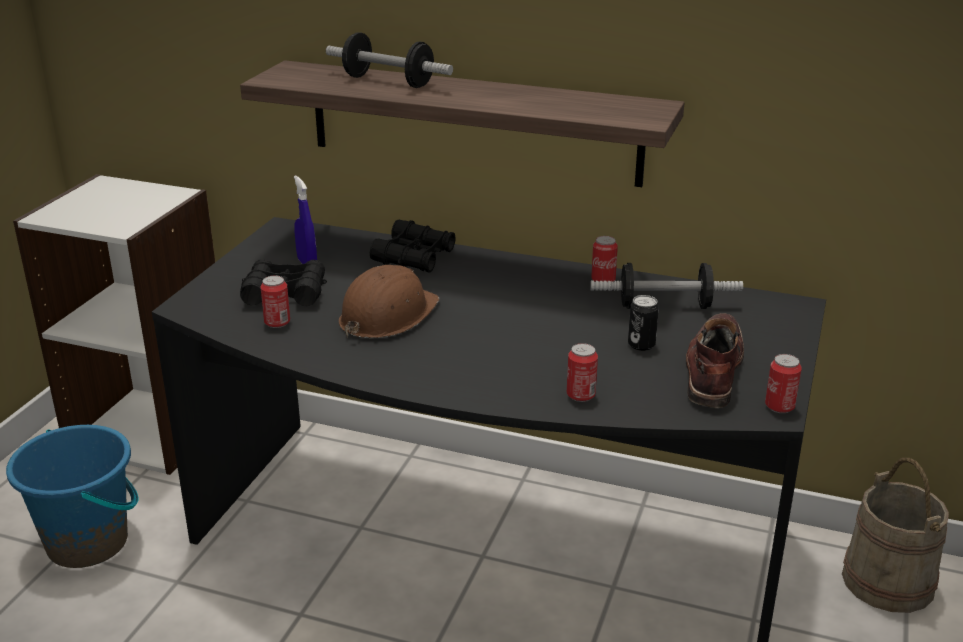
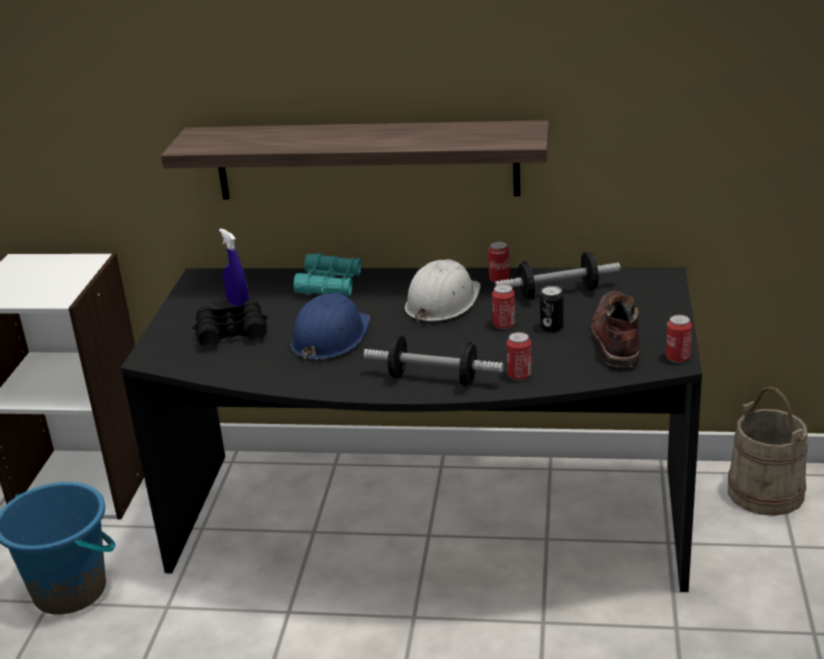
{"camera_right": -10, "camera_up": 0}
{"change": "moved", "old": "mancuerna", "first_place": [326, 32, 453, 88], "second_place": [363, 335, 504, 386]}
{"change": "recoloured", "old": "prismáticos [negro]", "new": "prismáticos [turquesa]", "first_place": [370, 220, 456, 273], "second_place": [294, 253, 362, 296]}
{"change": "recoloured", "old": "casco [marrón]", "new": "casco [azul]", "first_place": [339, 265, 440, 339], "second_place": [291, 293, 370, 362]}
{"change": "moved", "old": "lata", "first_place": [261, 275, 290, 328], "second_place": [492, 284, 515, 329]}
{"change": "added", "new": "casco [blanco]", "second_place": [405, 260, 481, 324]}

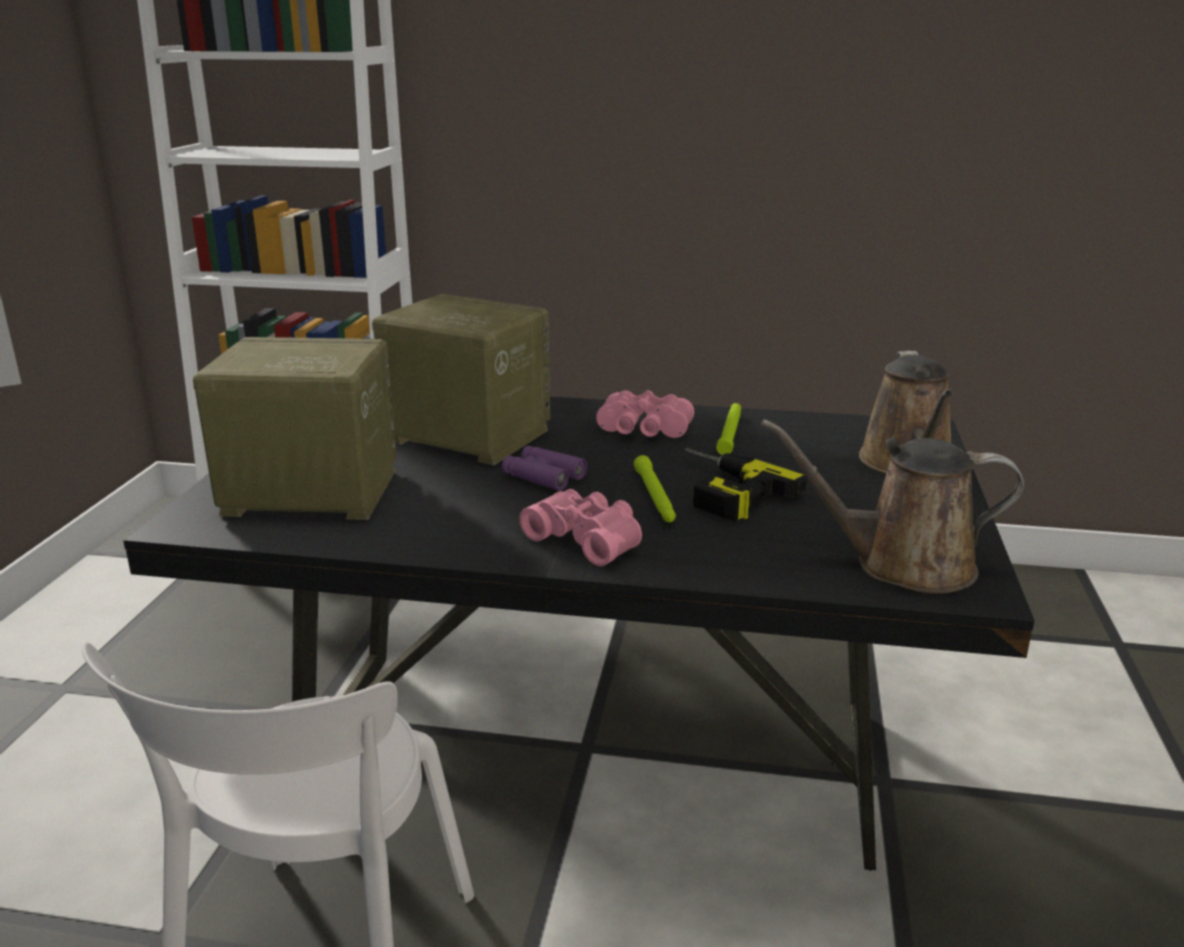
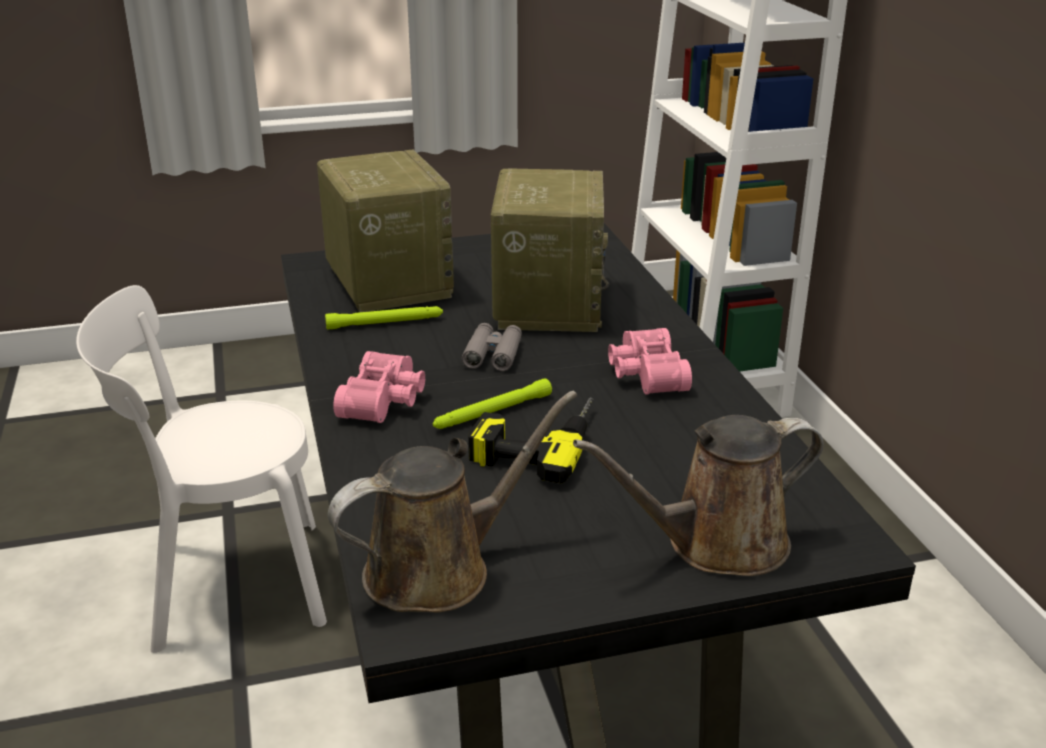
{"camera_right": 65, "camera_up": 5}
{"change": "moved", "old": "linterna [verde]", "first_place": [716, 403, 741, 455], "second_place": [325, 306, 443, 329]}
{"change": "turned", "old": "regadera [marrón]", "first_place": [761, 419, 1024, 593], "second_place": [328, 391, 577, 612], "degrees": 75}
{"change": "recoloured", "old": "prismáticos [morado]", "new": "prismáticos [gris]", "first_place": [502, 446, 587, 491], "second_place": [462, 323, 522, 371]}

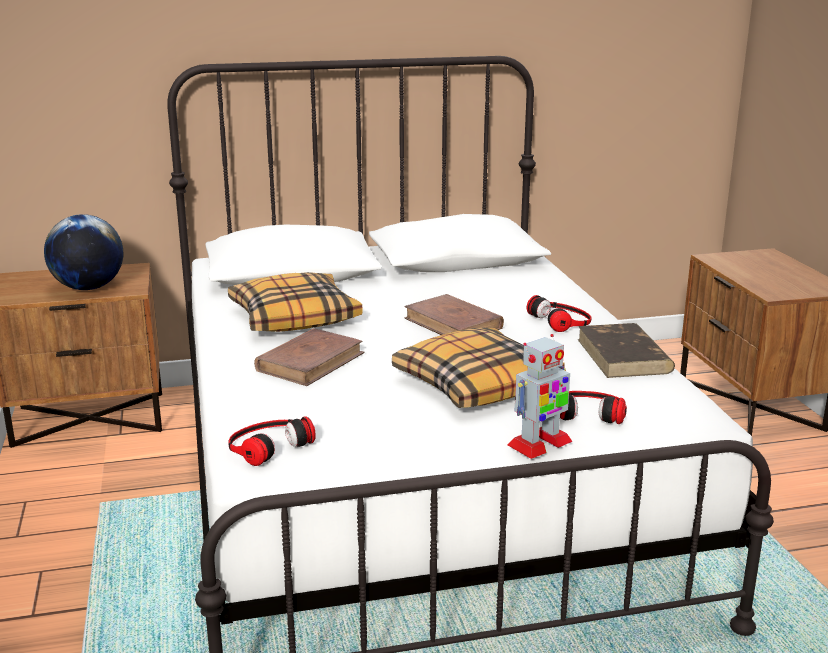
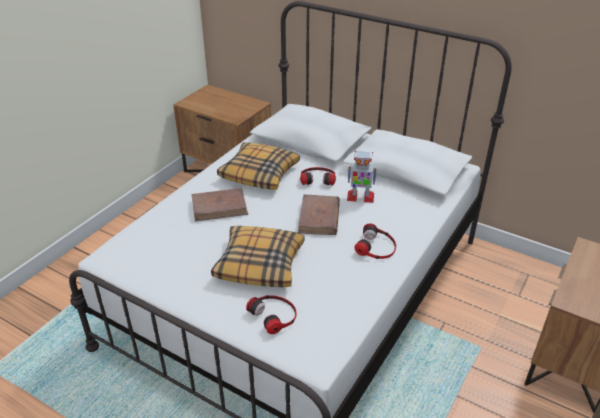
{"camera_right": 45, "camera_up": 15}
{"change": "removed", "old": "globo terráqueo", "first_place": [44, 214, 123, 290]}
{"change": "removed", "old": "libro [marrón]", "first_place": [577, 323, 675, 378]}
{"change": "moved", "old": "robot de juguete", "first_place": [507, 334, 572, 459], "second_place": [347, 151, 377, 203]}
{"change": "moved", "old": "auriculares", "first_place": [228, 416, 316, 466], "second_place": [300, 167, 336, 186]}

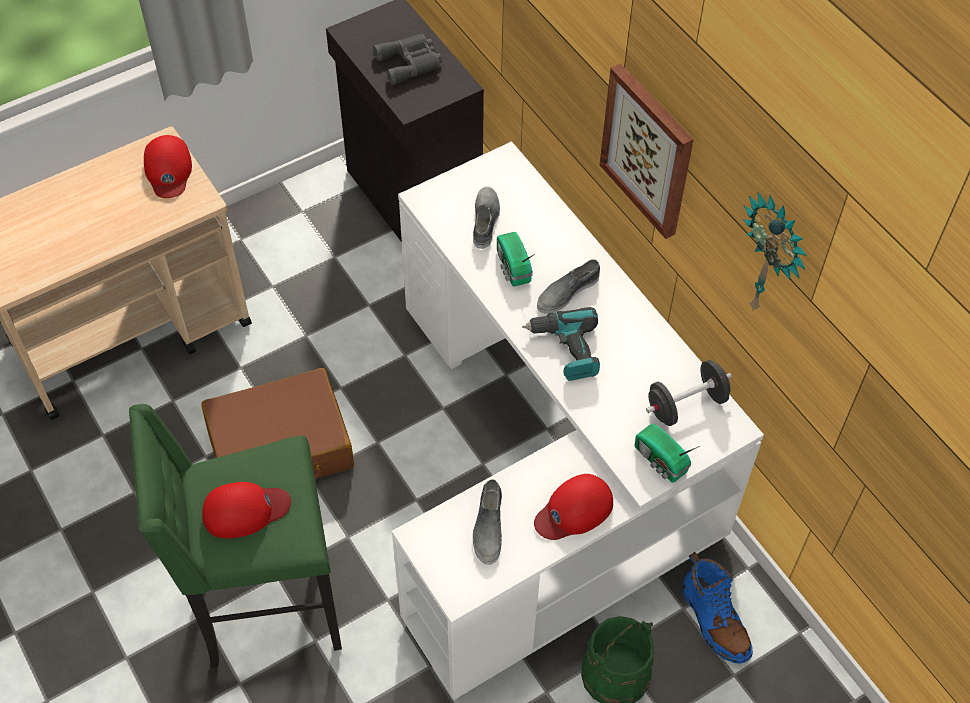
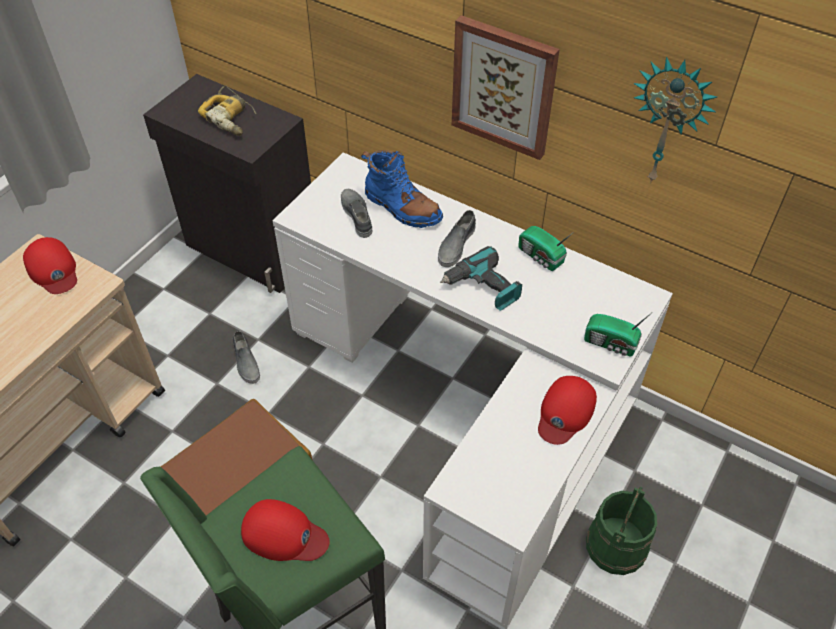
{"camera_right": -25, "camera_up": -5}
{"change": "replaced", "old": "prismáticos [gris]", "new": "taladro", "first_place": [373, 33, 442, 85], "second_place": [198, 85, 256, 136]}
{"change": "moved", "old": "radio", "first_place": [497, 232, 535, 287], "second_place": [518, 226, 574, 271]}
{"change": "removed", "old": "mancuerna [negro]", "first_place": [646, 360, 732, 426]}
{"change": "moved", "old": "zapato [gris]", "first_place": [473, 479, 502, 565], "second_place": [233, 331, 260, 384]}
{"change": "turned", "old": "gorra [rojo]", "first_place": [202, 482, 291, 538], "second_place": [241, 499, 329, 561], "degrees": 60}
{"change": "moved", "old": "bota [azul]", "first_place": [682, 552, 753, 664], "second_place": [361, 150, 443, 228]}

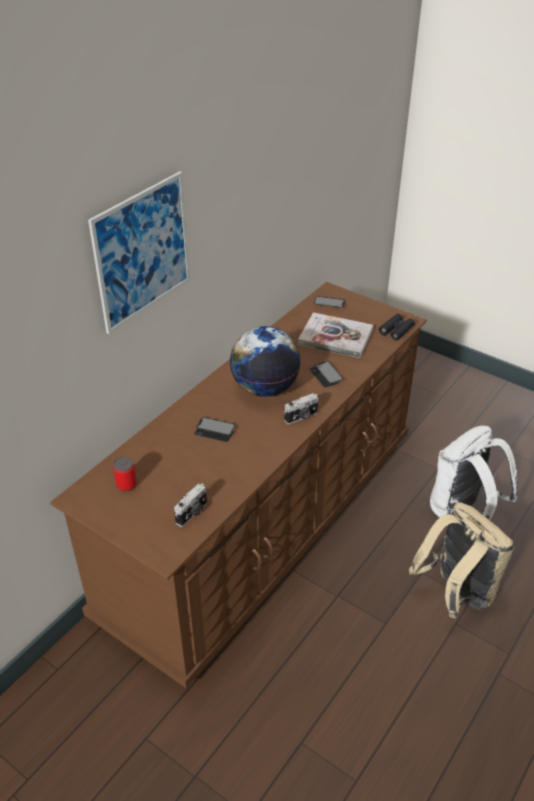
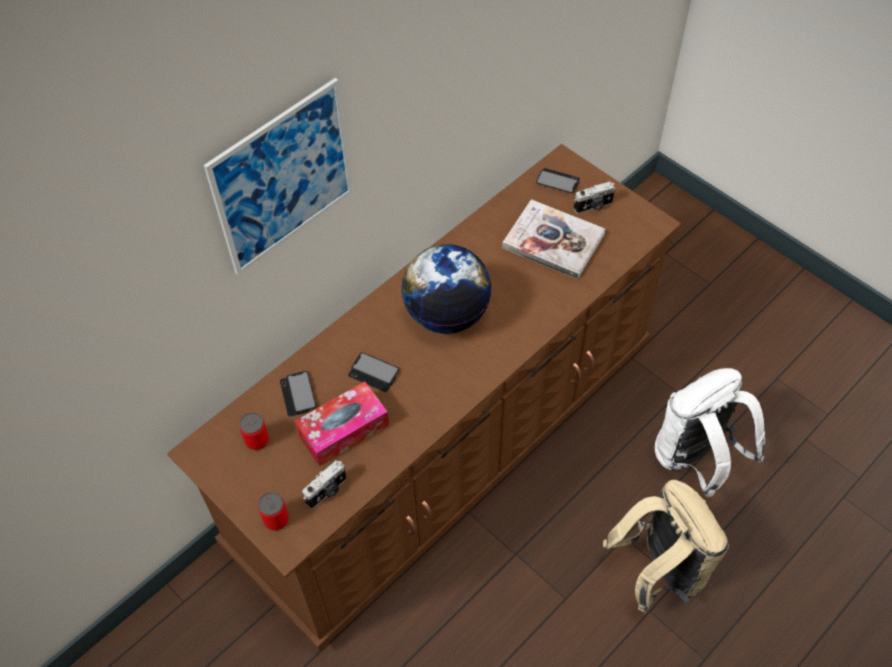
{"camera_right": 10, "camera_up": 15}
{"change": "removed", "old": "prismáticos [negro]", "first_place": [379, 314, 415, 341]}
{"change": "moved", "old": "móvil", "first_place": [310, 361, 343, 387], "second_place": [280, 371, 317, 416]}
{"change": "moved", "old": "cámara", "first_place": [284, 393, 319, 424], "second_place": [574, 181, 615, 214]}
{"change": "added", "new": "caja de pañuelos", "second_place": [295, 381, 389, 466]}
{"change": "added", "new": "lata", "second_place": [258, 492, 289, 530]}

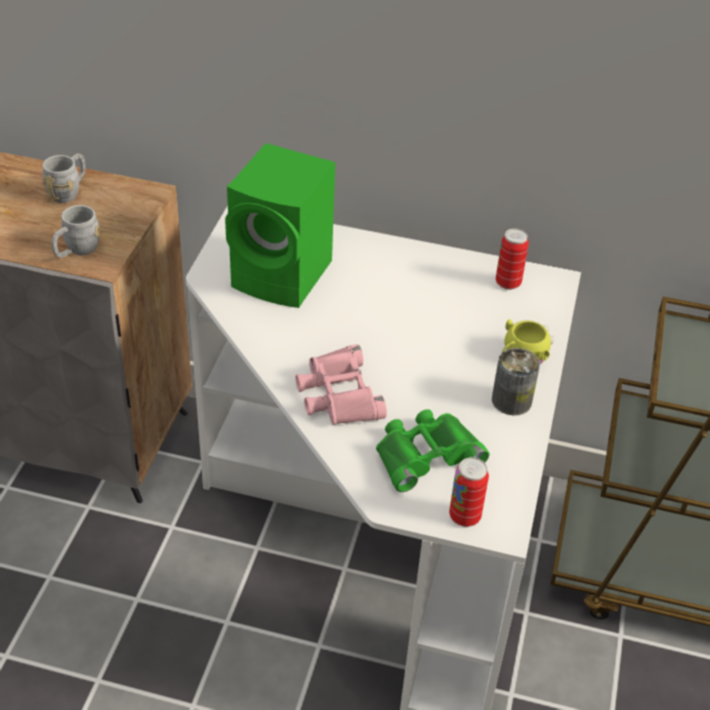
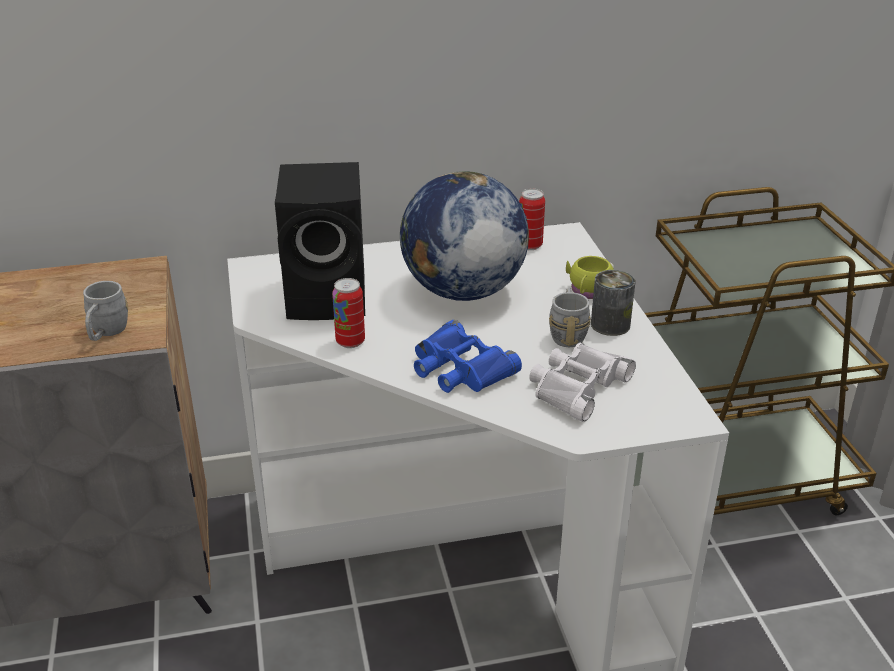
{"camera_right": -25, "camera_up": -10}
{"change": "recoloured", "old": "altavoz [verde]", "new": "altavoz [negro]", "first_place": [225, 143, 335, 308], "second_place": [275, 162, 365, 320]}
{"change": "moved", "old": "taza grande [gris]", "first_place": [42, 153, 85, 203], "second_place": [549, 288, 591, 347]}
{"change": "recoloured", "old": "prismáticos [rosa]", "new": "prismáticos [azul]", "first_place": [296, 344, 387, 425], "second_place": [414, 320, 522, 393]}
{"change": "recoloured", "old": "prismáticos [verde]", "new": "prismáticos [blanco]", "first_place": [376, 409, 489, 492], "second_place": [530, 342, 636, 422]}
{"change": "moved", "old": "lata", "first_place": [449, 457, 489, 527], "second_place": [332, 278, 365, 348]}
{"change": "added", "new": "globo terráqueo", "second_place": [400, 171, 529, 301]}

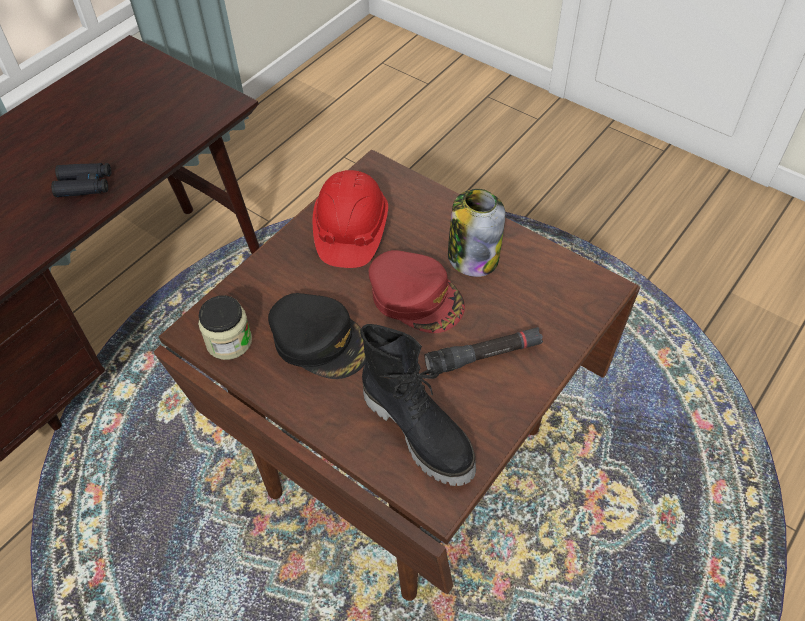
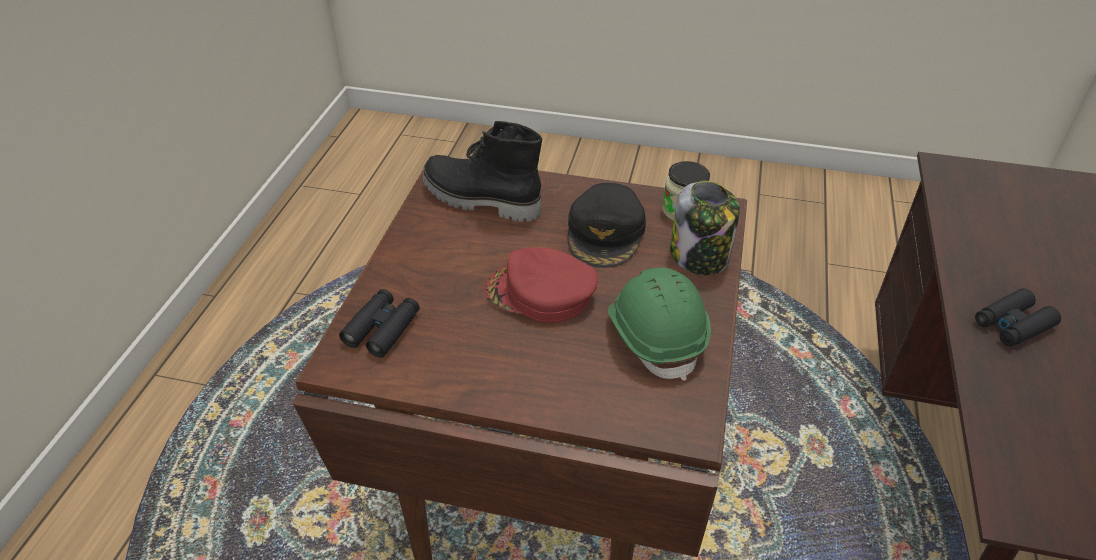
{"camera_right": 155, "camera_up": -10}
{"change": "recoloured", "old": "casco [rojo]", "new": "casco [verde]", "first_place": [313, 170, 388, 268], "second_place": [608, 268, 711, 381]}
{"change": "moved", "old": "tarro", "first_place": [448, 189, 505, 277], "second_place": [670, 181, 740, 275]}
{"change": "turned", "old": "gorra [negro]", "first_place": [268, 293, 366, 379], "second_place": [568, 183, 646, 268], "degrees": -90}
{"change": "removed", "old": "linterna [negro]", "first_place": [425, 327, 543, 375]}
{"change": "added", "new": "prismáticos [negro]", "second_place": [339, 289, 420, 358]}

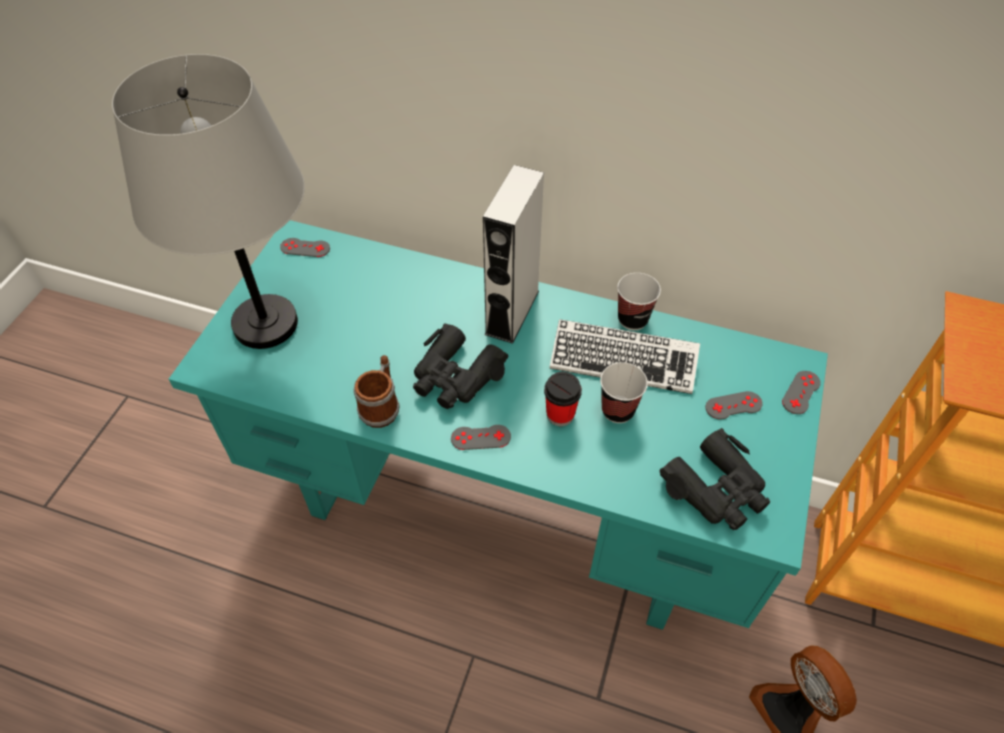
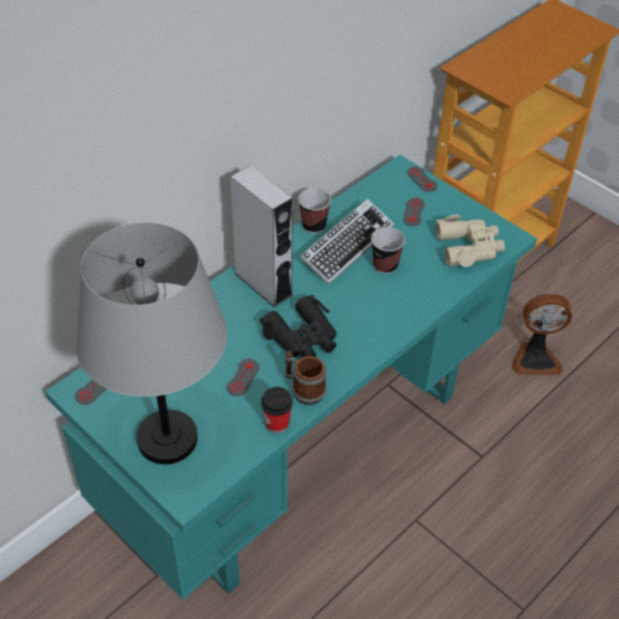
{"camera_right": -65, "camera_up": -5}
{"change": "moved", "old": "taza", "first_place": [544, 372, 582, 426], "second_place": [261, 387, 293, 434]}
{"change": "moved", "old": "mando de consola [gris]", "first_place": [451, 425, 511, 450], "second_place": [227, 359, 259, 396]}
{"change": "recoloured", "old": "prismáticos [negro]", "new": "prismáticos [beis]", "first_place": [660, 428, 770, 530], "second_place": [436, 214, 505, 267]}

